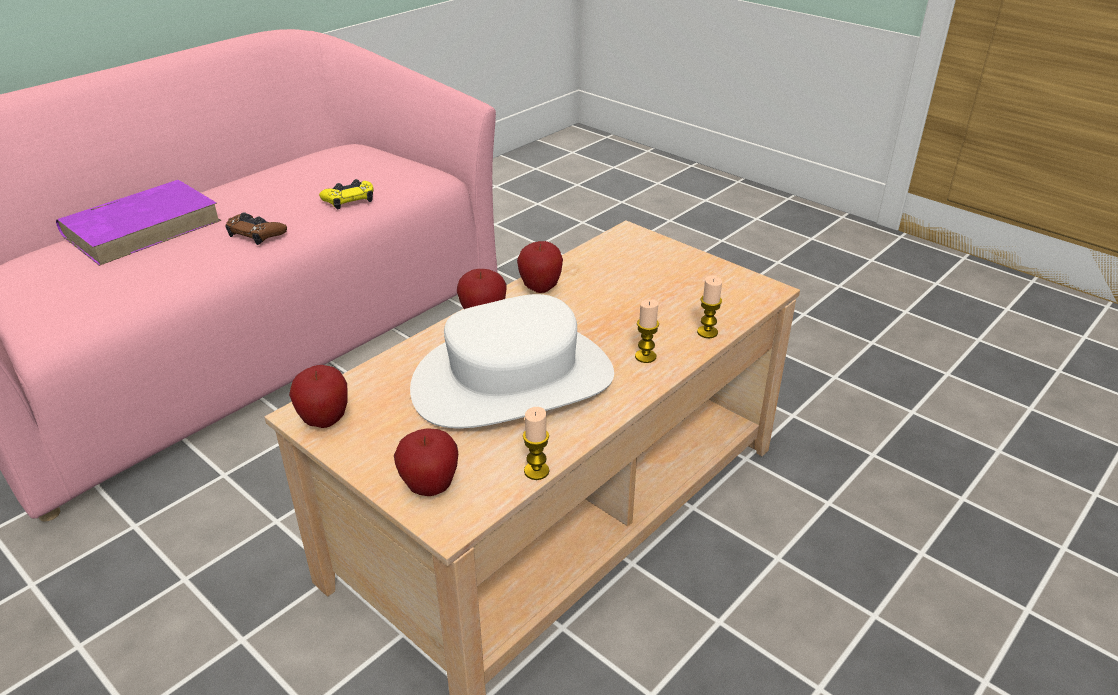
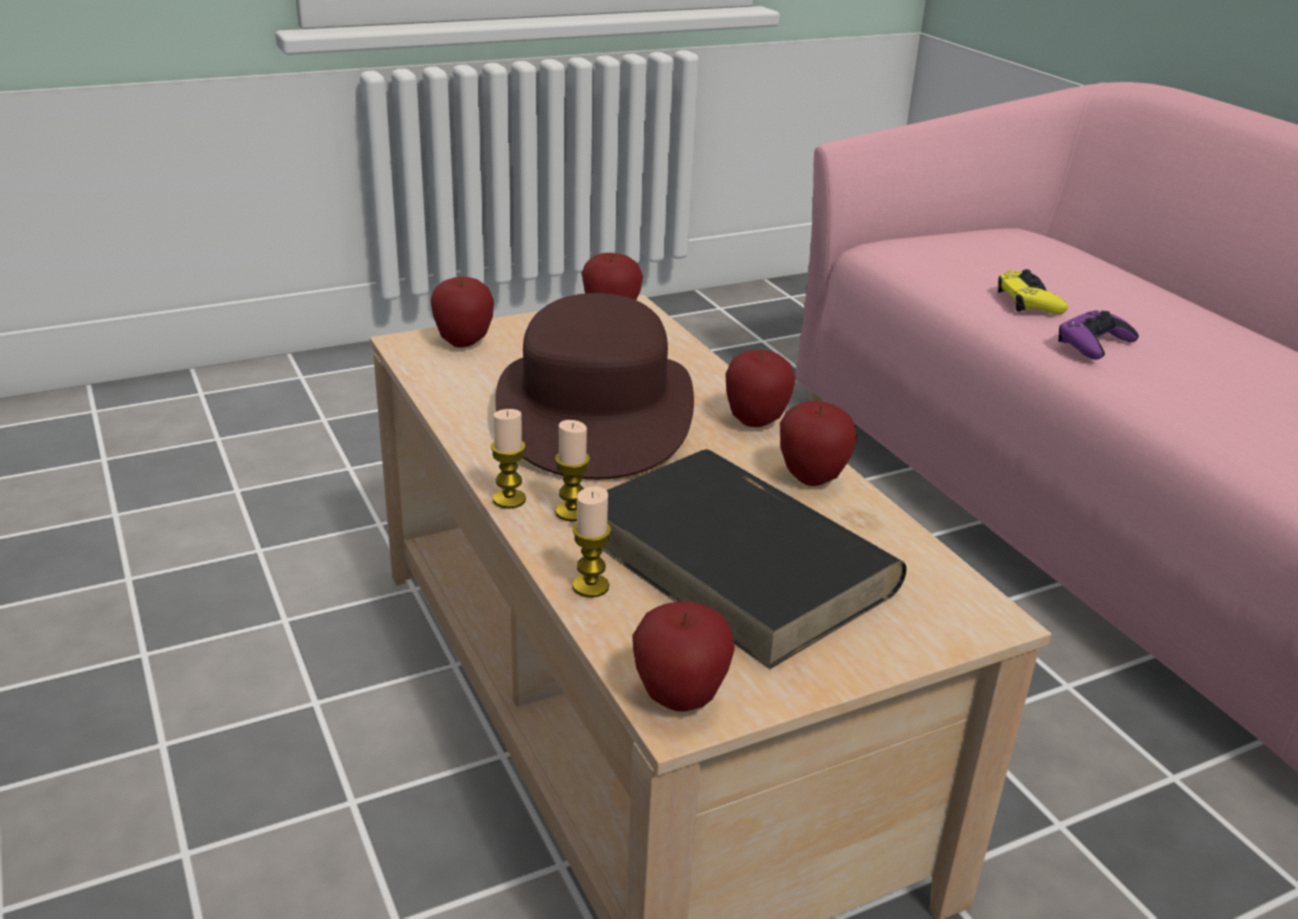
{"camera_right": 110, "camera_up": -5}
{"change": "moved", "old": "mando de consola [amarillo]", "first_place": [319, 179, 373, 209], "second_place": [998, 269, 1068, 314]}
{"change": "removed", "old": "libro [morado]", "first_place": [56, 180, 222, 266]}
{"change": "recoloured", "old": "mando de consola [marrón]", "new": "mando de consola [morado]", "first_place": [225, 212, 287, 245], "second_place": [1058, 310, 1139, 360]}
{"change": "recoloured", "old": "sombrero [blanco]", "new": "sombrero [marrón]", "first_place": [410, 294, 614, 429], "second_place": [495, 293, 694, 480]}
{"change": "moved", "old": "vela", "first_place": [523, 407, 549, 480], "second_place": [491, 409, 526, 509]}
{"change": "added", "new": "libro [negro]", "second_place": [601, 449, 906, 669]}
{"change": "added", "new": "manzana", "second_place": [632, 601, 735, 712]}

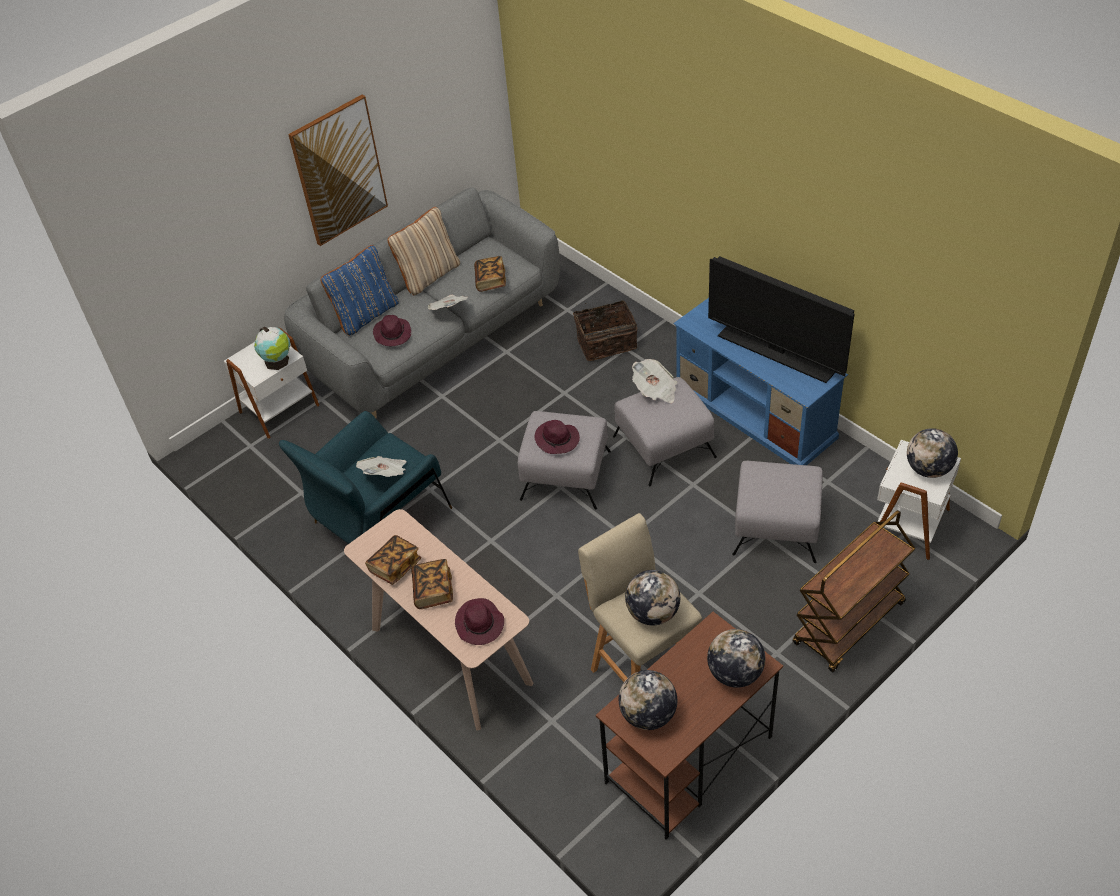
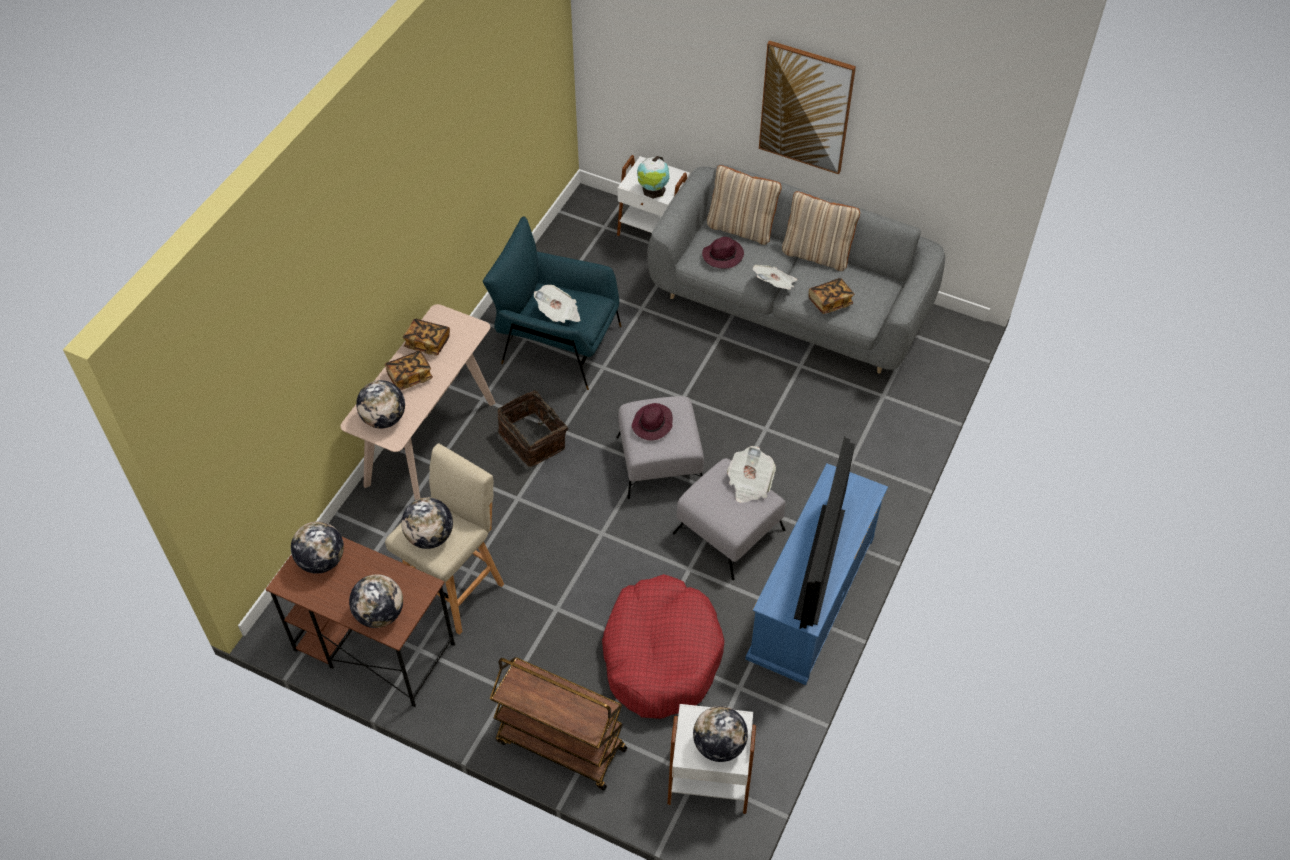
{"camera_right": 65, "camera_up": 5}
{"change": "recoloured", "old": "cojín [azul]", "new": "cojín [beis]", "first_place": [320, 245, 399, 336], "second_place": [707, 165, 782, 245]}
{"change": "moved", "old": "cesta", "first_place": [573, 300, 637, 361], "second_place": [498, 389, 568, 467]}
{"change": "replaced", "old": "puf [gris]", "new": "cama para perro [rojo]", "first_place": [732, 461, 823, 563], "second_place": [602, 574, 725, 719]}
{"change": "replaced", "old": "sombrero [morado]", "new": "globo terráqueo", "first_place": [455, 598, 504, 645], "second_place": [356, 380, 405, 429]}

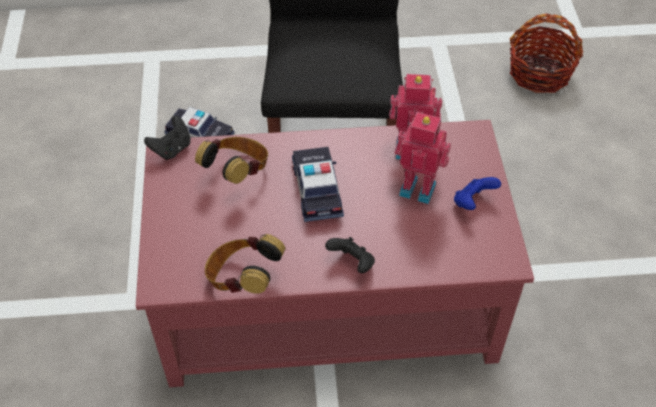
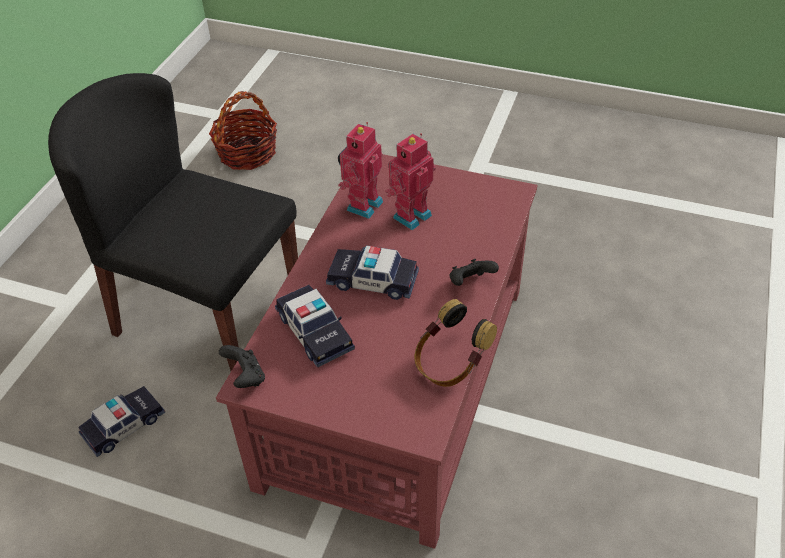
{"camera_right": -65, "camera_up": -5}
{"change": "replaced", "old": "auriculares", "new": "coche de juguete", "first_place": [195, 137, 268, 184], "second_place": [275, 285, 355, 368]}
{"change": "removed", "old": "mando de consola [azul]", "first_place": [454, 177, 501, 210]}

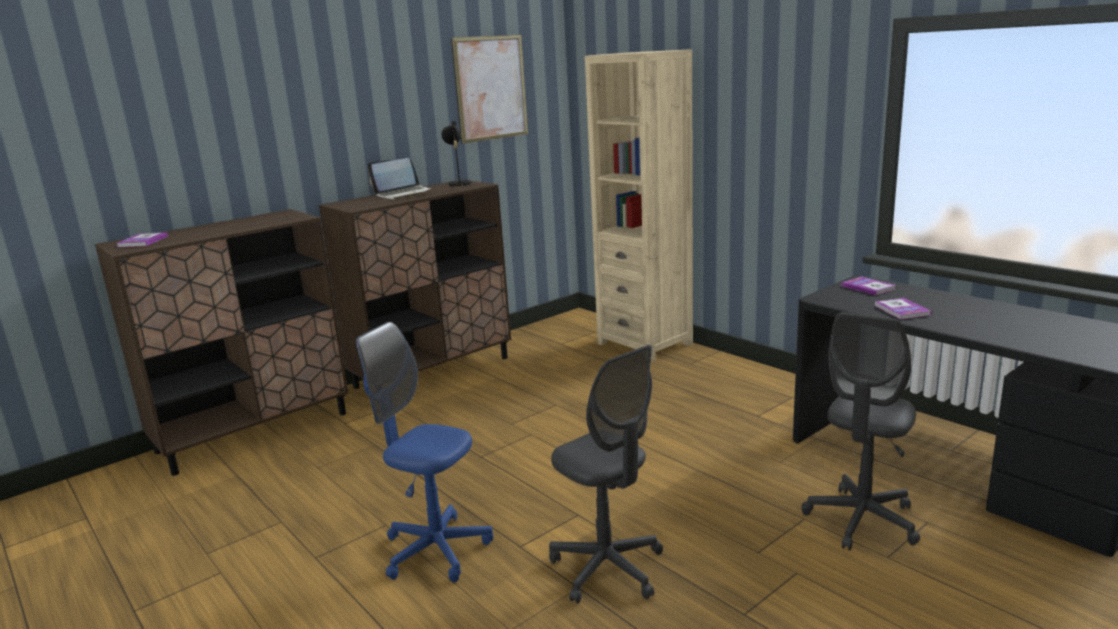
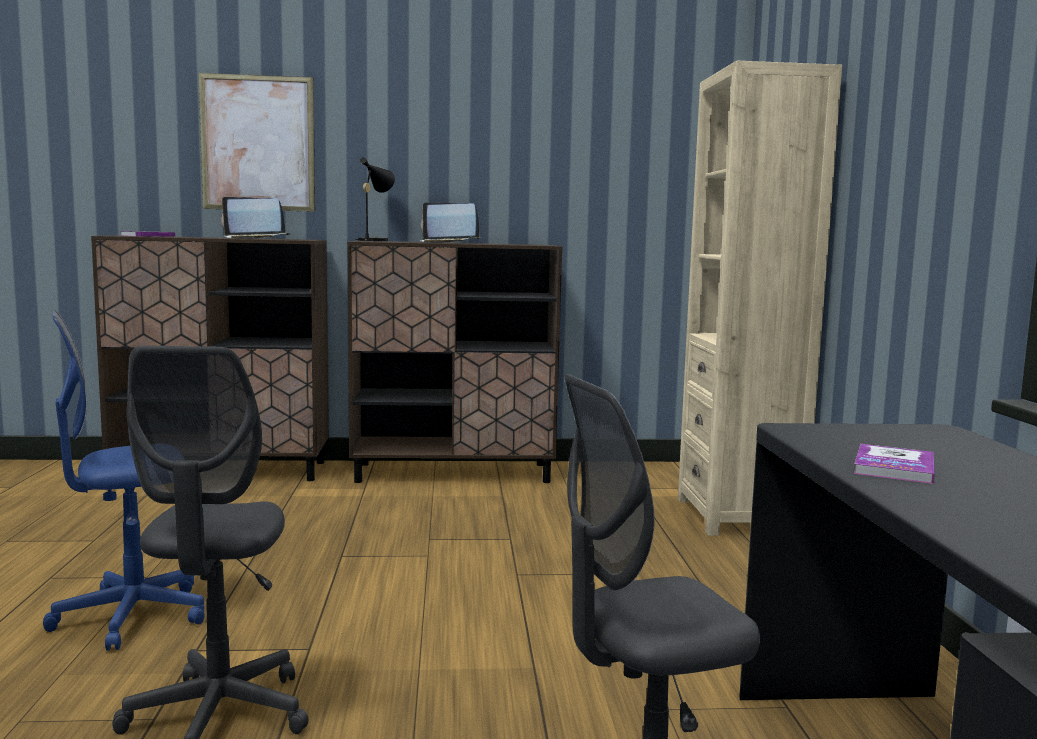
{"camera_right": 35, "camera_up": -10}
{"change": "moved", "old": "cuadro", "first_place": [451, 34, 528, 144], "second_place": [198, 73, 315, 212]}
{"change": "moved", "old": "lámpara de mesa [negro]", "first_place": [442, 121, 472, 187], "second_place": [355, 157, 395, 241]}
{"change": "removed", "old": "libro", "first_place": [841, 277, 895, 296]}
{"change": "turned", "old": "silla de oficina [azul]", "first_place": [356, 322, 493, 582], "second_place": [43, 310, 205, 651], "degrees": -90}
{"change": "added", "new": "portátil", "second_place": [221, 197, 290, 238]}

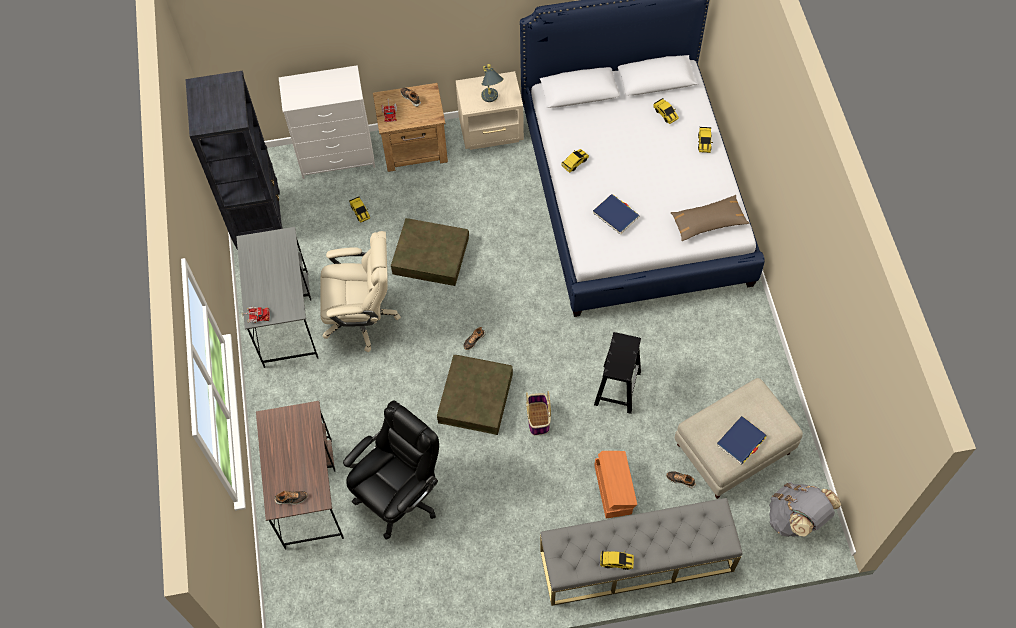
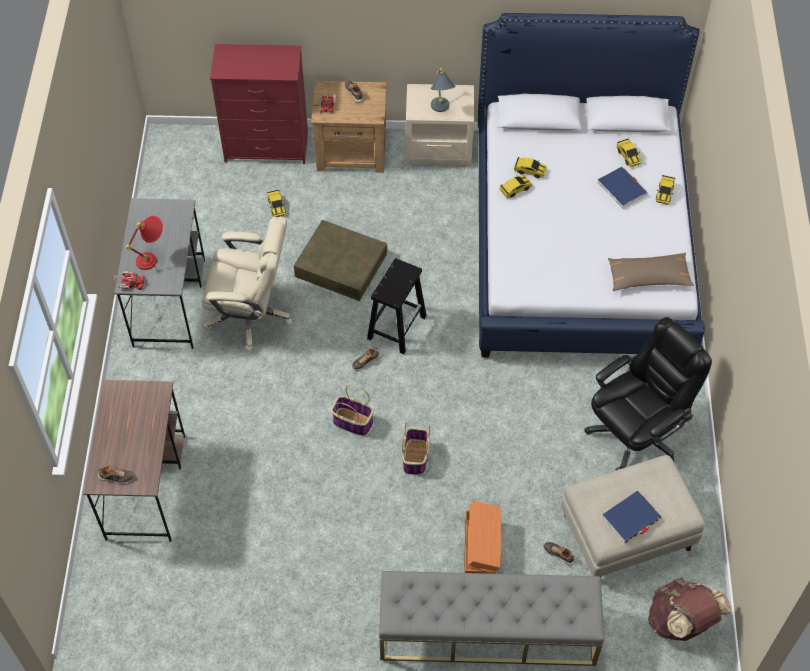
{"camera_right": 10, "camera_up": -5}
{"change": "recoloured", "old": "cómoda [blanco]", "new": "cómoda [rojo]", "first_place": [279, 65, 375, 179], "second_place": [210, 44, 308, 164]}
{"change": "removed", "old": "estantería [negro]", "first_place": [186, 71, 283, 250]}
{"change": "moved", "old": "libro [azul]", "first_place": [593, 194, 640, 235], "second_place": [598, 167, 648, 208]}
{"change": "moved", "old": "taburete [negro]", "first_place": [594, 332, 641, 414], "second_place": [367, 258, 426, 354]}
{"change": "replaced", "old": "caja de almacenaje [marrón]", "new": "cesta", "first_place": [437, 355, 513, 435], "second_place": [331, 384, 374, 436]}
{"change": "moved", "old": "silla de oficina [negro]", "first_place": [343, 400, 439, 539], "second_place": [584, 317, 712, 470]}
{"change": "recoloured", "old": "mochila [gris]", "new": "mochila [marrón]", "first_place": [769, 482, 841, 537], "second_place": [648, 578, 732, 641]}
{"change": "moved", "old": "coche de juguete", "first_place": [600, 551, 634, 570], "second_place": [514, 157, 547, 178]}
{"change": "added", "new": "lámpara de mesa [rojo]", "second_place": [126, 216, 163, 270]}

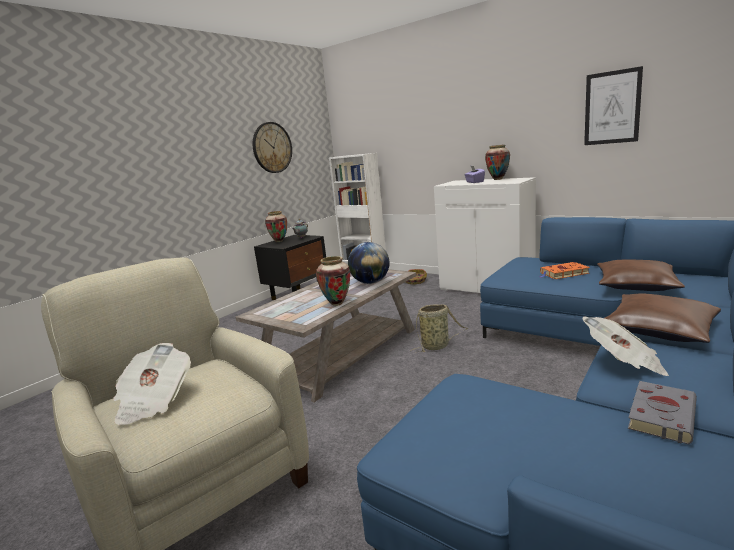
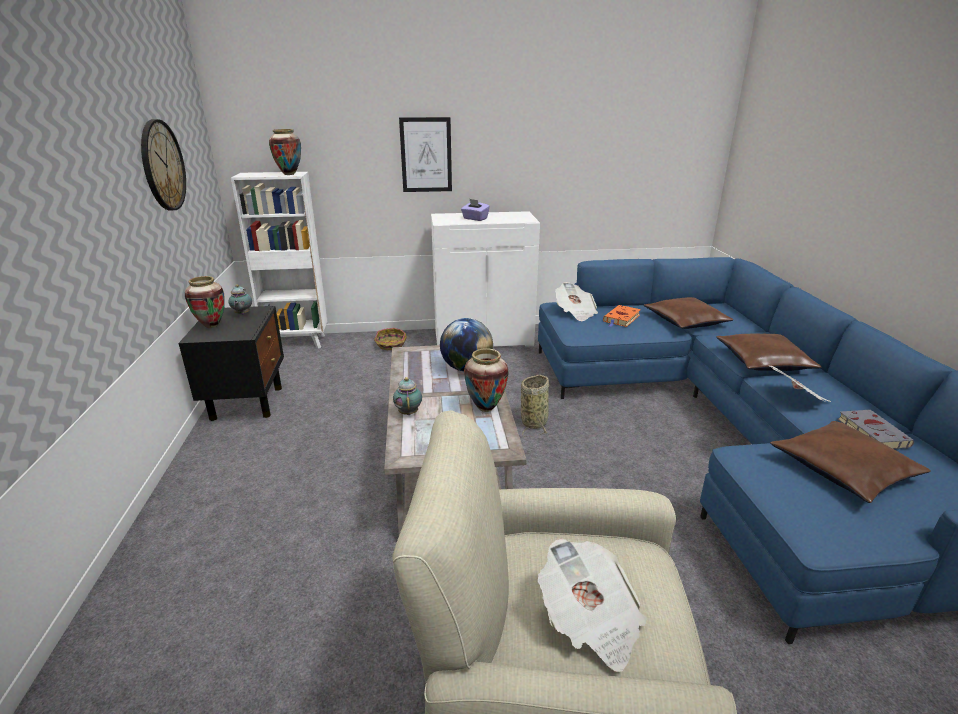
{"camera_right": -45, "camera_up": 10}
{"change": "moved", "old": "cuadro", "first_place": [584, 66, 643, 145], "second_place": [399, 117, 452, 192]}
{"change": "moved", "old": "florero", "first_place": [485, 145, 510, 180], "second_place": [269, 129, 301, 175]}
{"change": "added", "new": "periódico", "second_place": [555, 282, 598, 321]}
{"change": "added", "new": "tetera", "second_place": [393, 377, 422, 415]}
{"change": "added", "new": "cojín [marrón]", "second_place": [770, 421, 931, 503]}

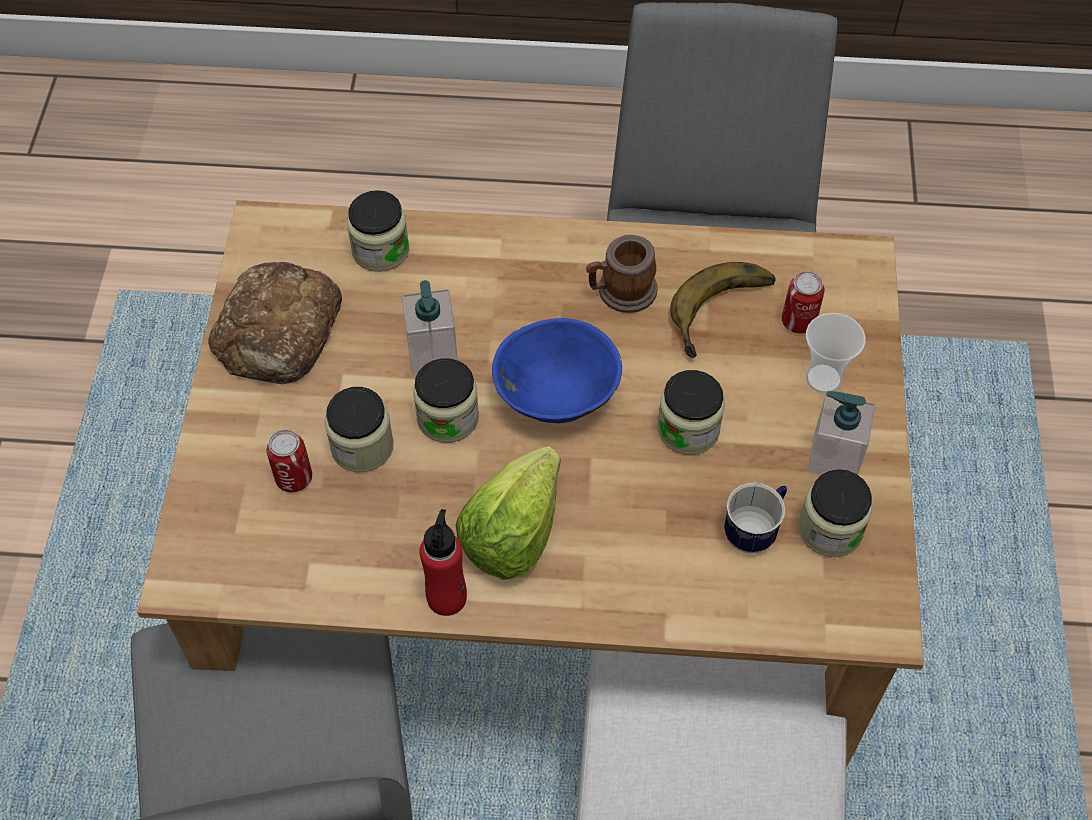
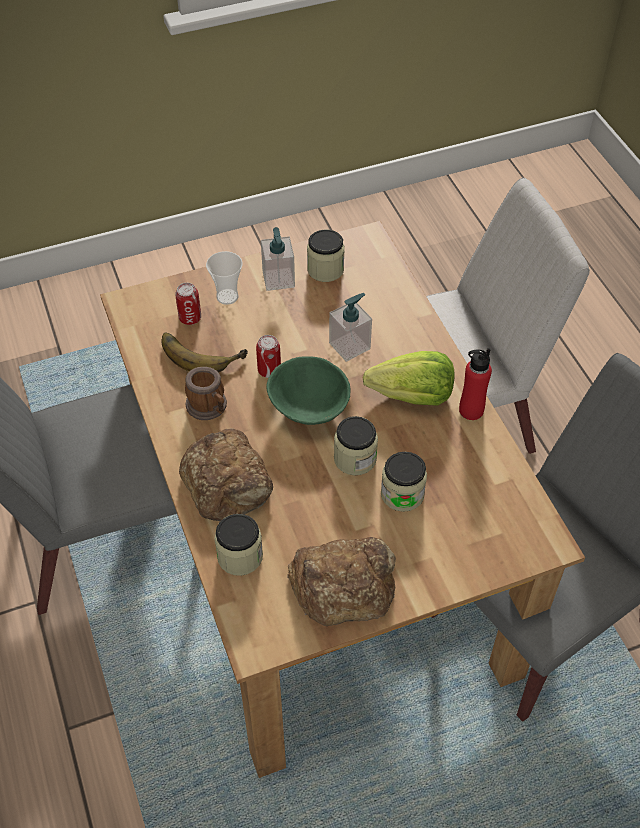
{"camera_right": -115, "camera_up": -5}
{"change": "moved", "old": "dispensador de jabón", "first_place": [402, 280, 458, 373], "second_place": [329, 293, 372, 362]}
{"change": "recoloured", "old": "cuenco [azul]", "new": "cuenco [verde]", "first_place": [492, 318, 622, 423], "second_place": [266, 356, 350, 425]}
{"change": "removed", "old": "tarro", "first_place": [657, 370, 725, 455]}
{"change": "moved", "old": "lata", "first_place": [266, 430, 312, 493], "second_place": [256, 335, 281, 378]}
{"change": "removed", "old": "taza grande", "first_place": [724, 482, 787, 554]}
{"change": "added", "new": "pan", "second_place": [179, 429, 273, 521]}

